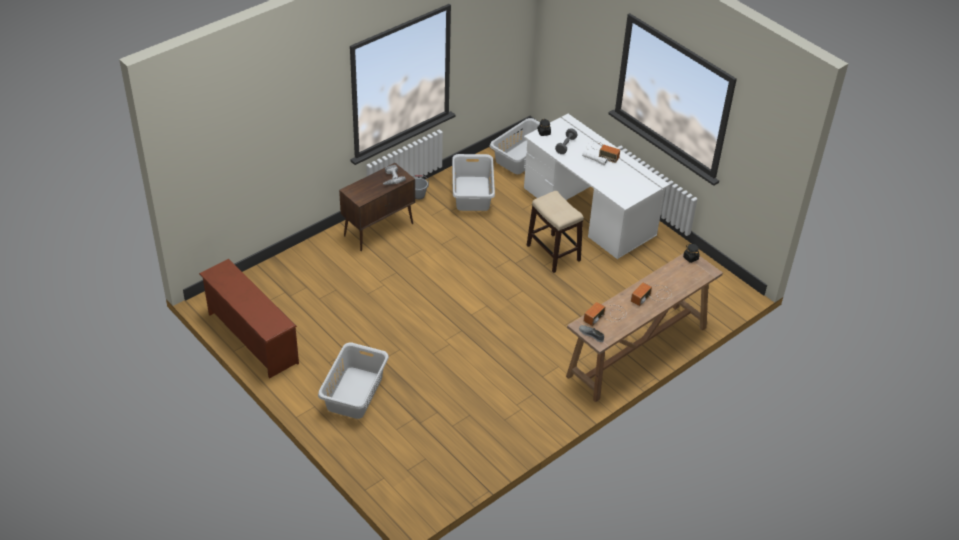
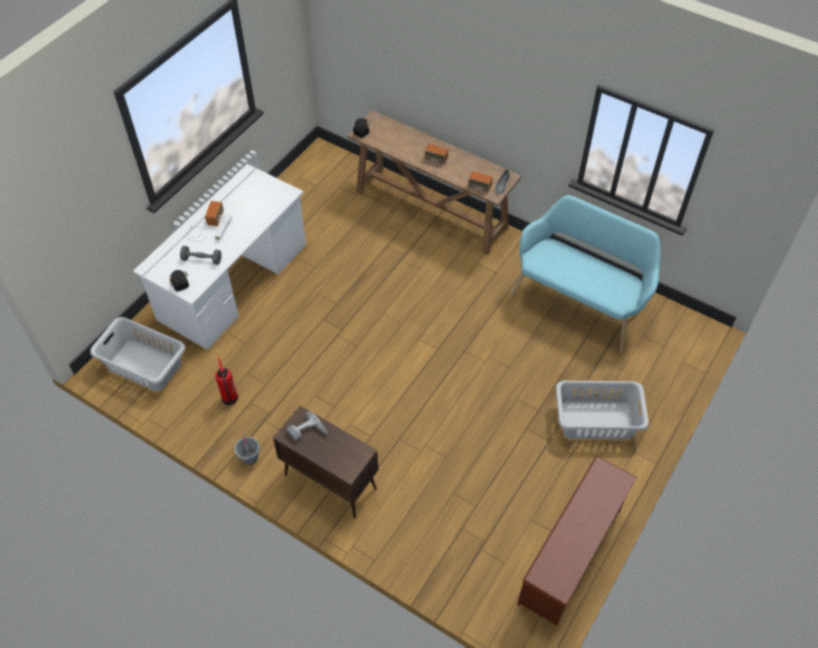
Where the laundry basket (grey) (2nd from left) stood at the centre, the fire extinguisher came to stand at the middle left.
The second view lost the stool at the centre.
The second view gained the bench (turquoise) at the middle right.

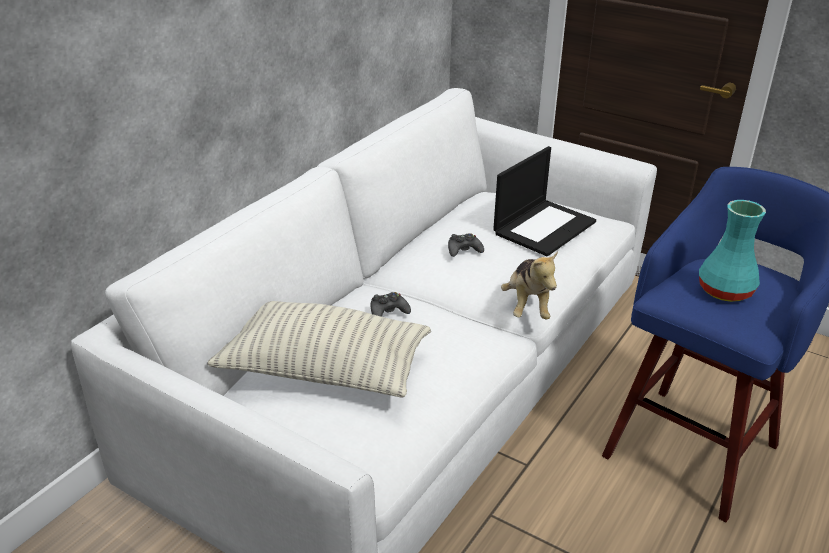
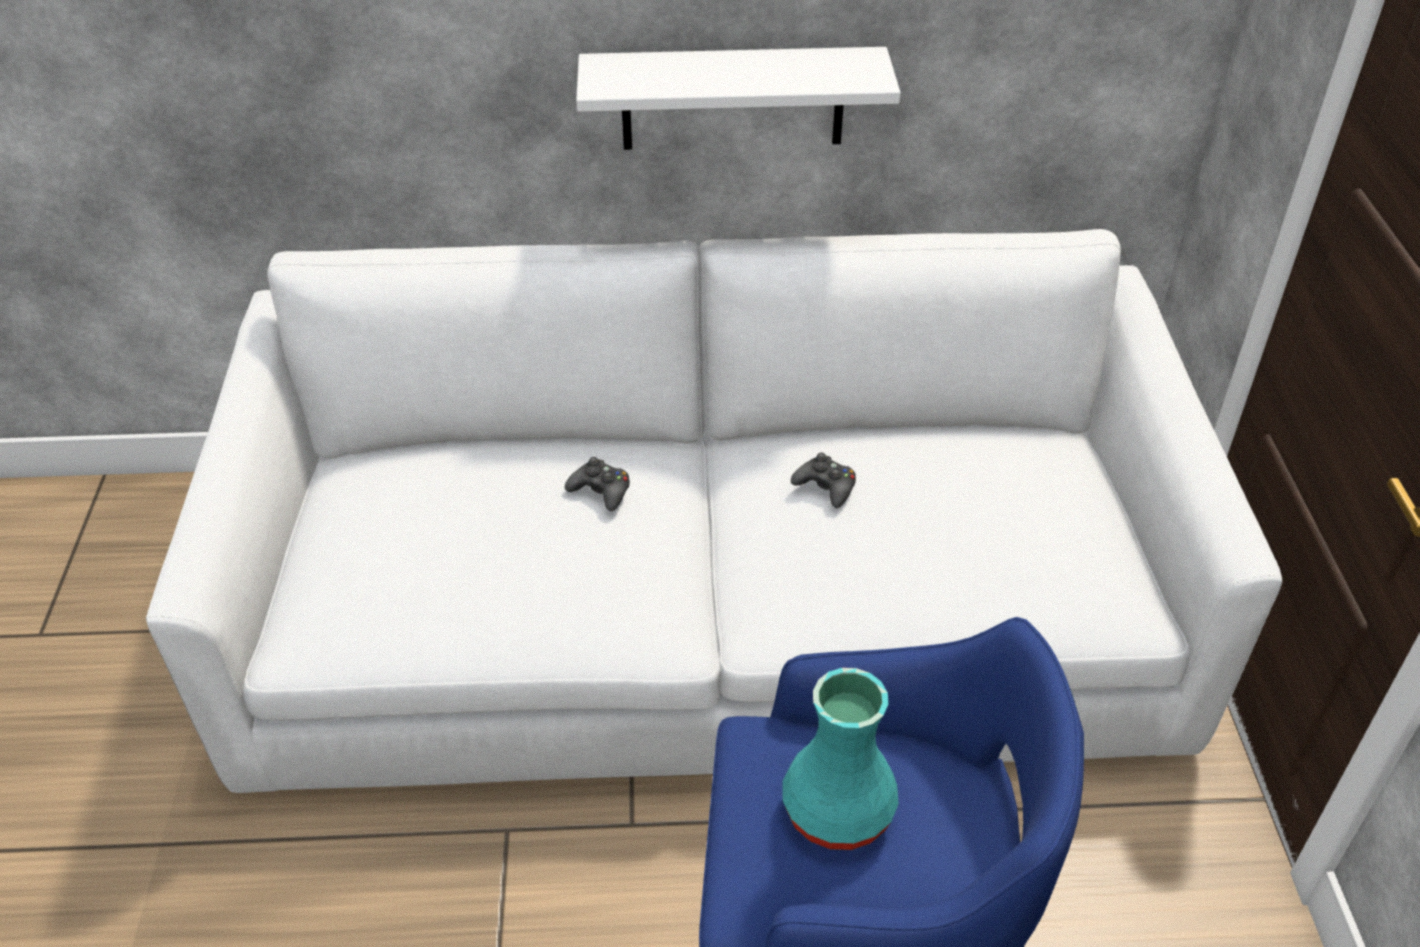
The second view lost the pillow at the centre.
The second view lost the laptop at the centre.
The second view lost the plush toy at the centre.
The second view gained the shelf (white) at the top centre.

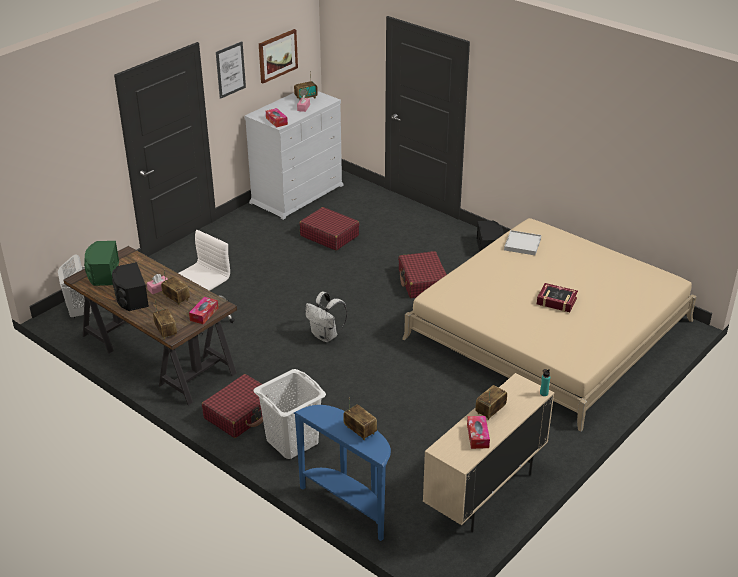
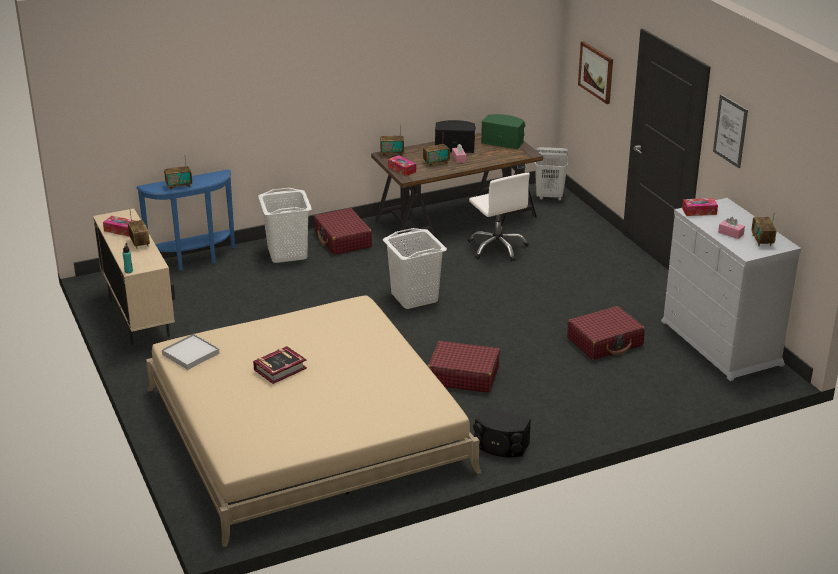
The picture (2nd from left in the first image) ended up elsewhere, having gone from the top centre to the top right.
Where the backpack (white) stood at the centre, the laundry basket (white) (2nd from left) came to stand at the centre.
The tray (white) ended up elsewhere, having gone from the middle right to the middle left.

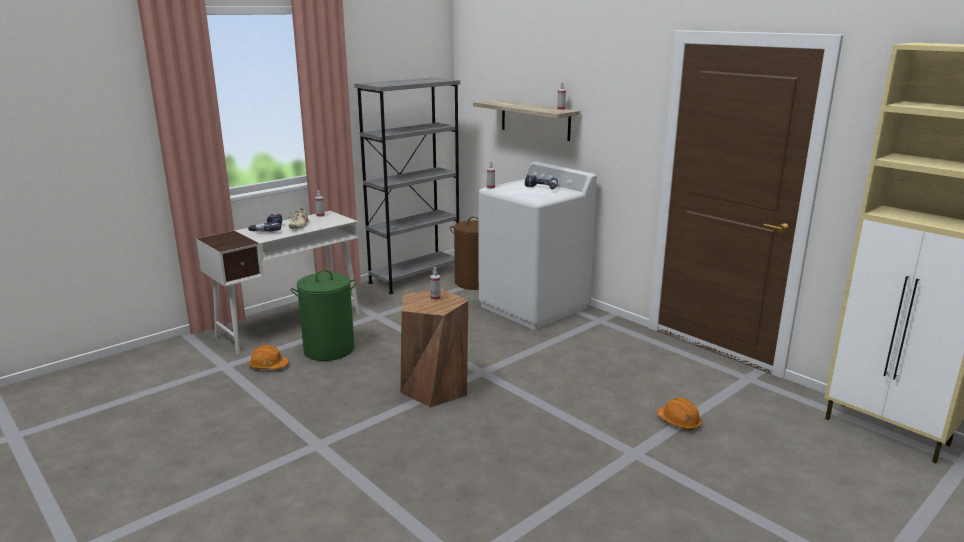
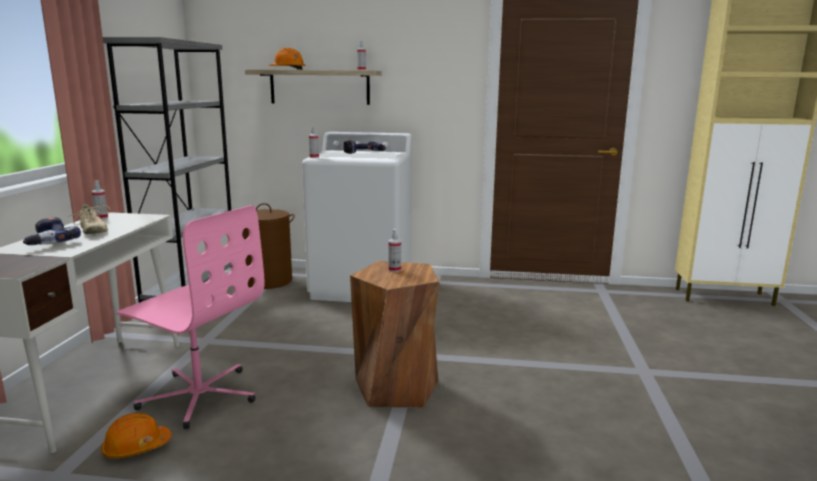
Where the laundry basket (green) stood at the centre, the office chair (pink) came to stand at the middle left.
The hard hat (orange) (2nd from left) ended up elsewhere, having gone from the bottom right to the top centre.

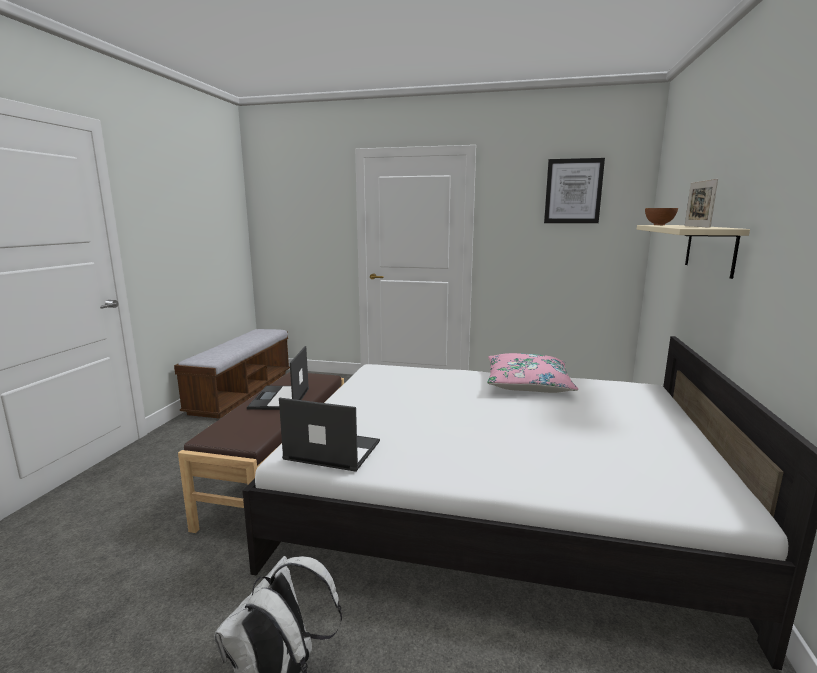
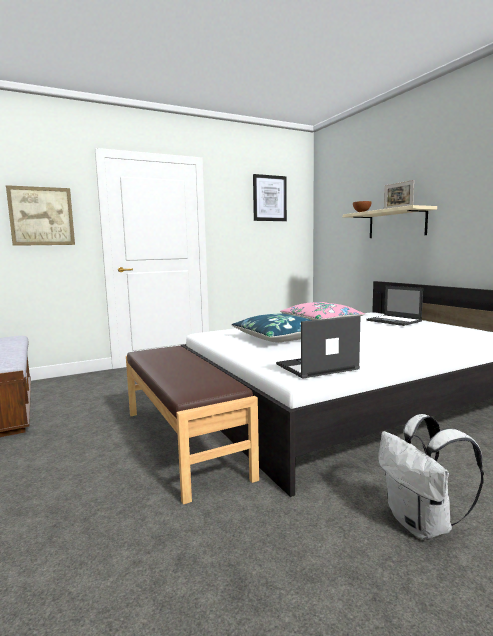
The laptop (1st from left in the first image) ended up elsewhere, having gone from the centre to the middle right.
The second view gained the picture (1st from left) at the middle left.
The second view gained the pillow (blue) at the centre.

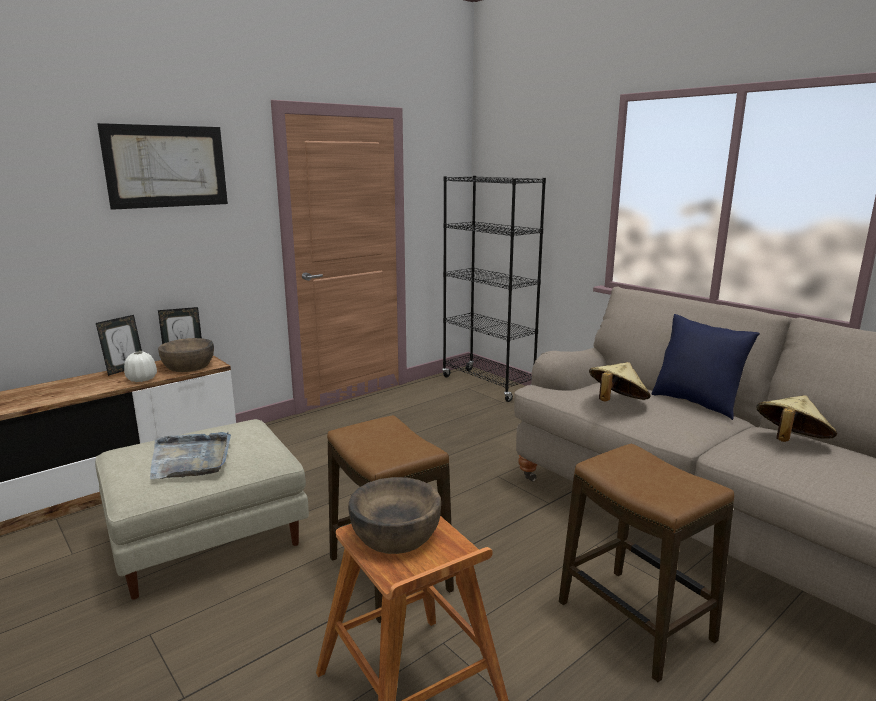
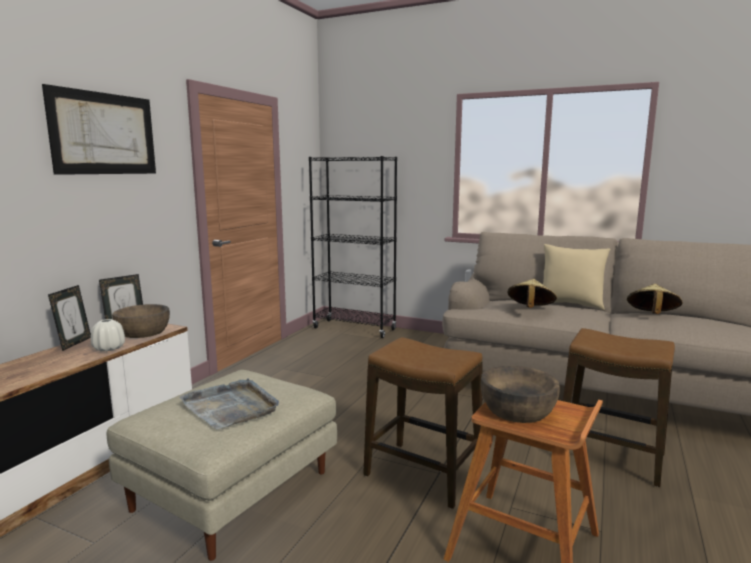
What was the pillow (blue) at the middle right turned into the pillow (beige) at the middle right.

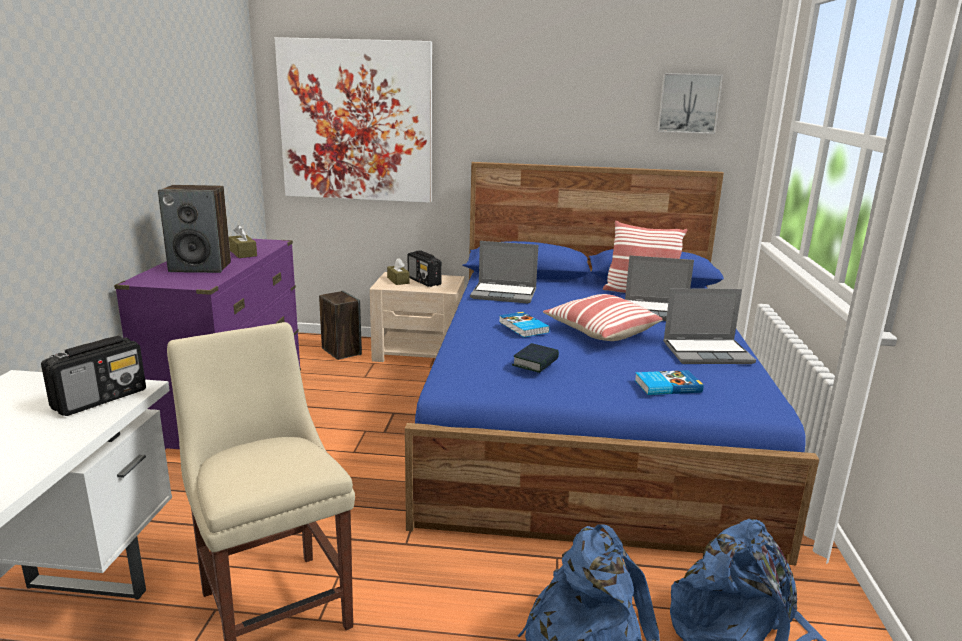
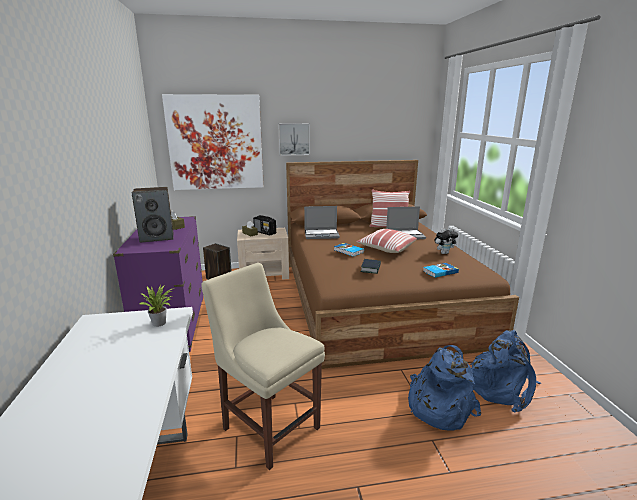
Where the radio (1st from left) stood at the middle left, the potted plant came to stand at the middle left.
What was the bed (blue) at the centre turned into the bed (brown) at the centre.
The picture (2nd from left) ended up elsewhere, having gone from the top right to the top centre.
Where the laptop (3rd from left) stood at the middle right, the plush toy came to stand at the middle right.

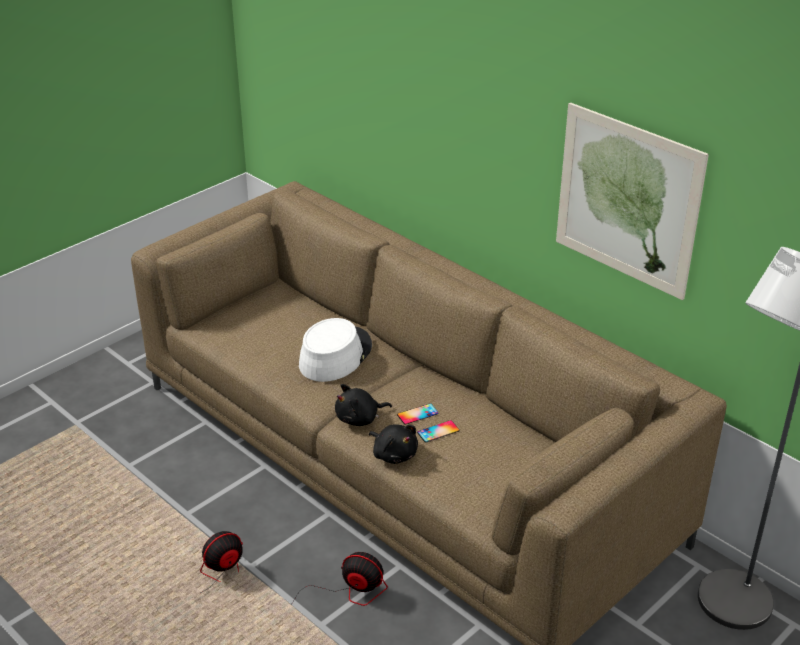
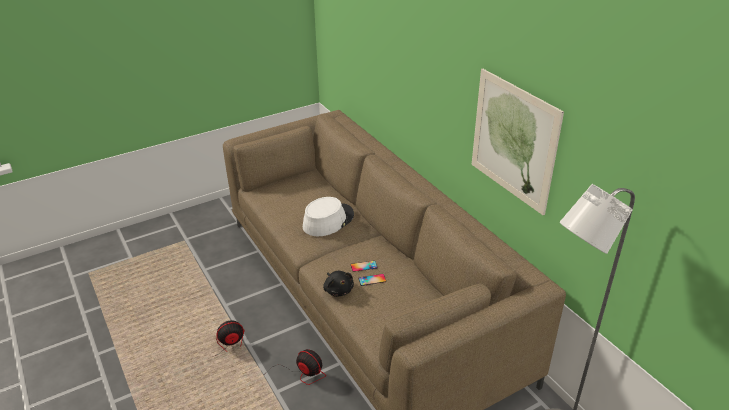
The second view lost the plush toy (black) (1st from left) at the centre.

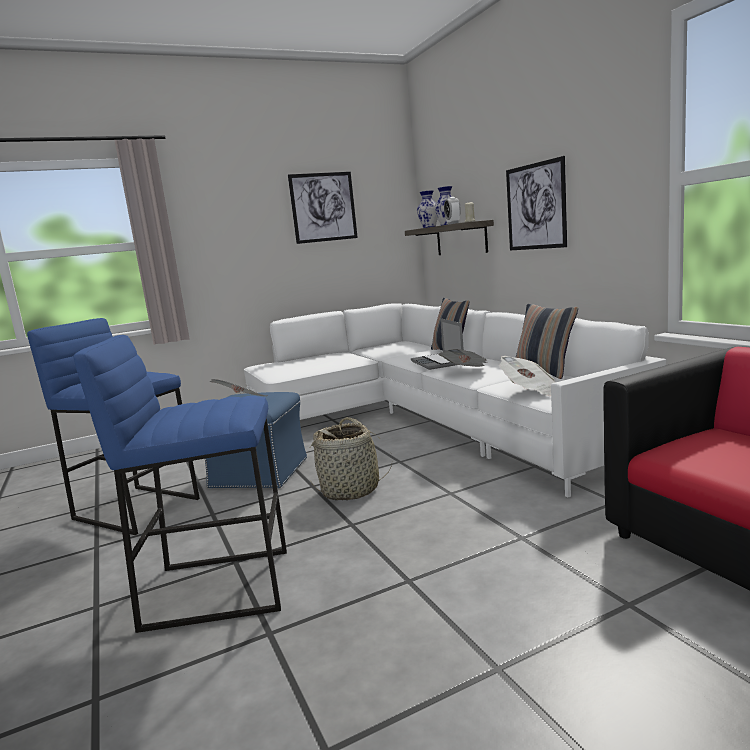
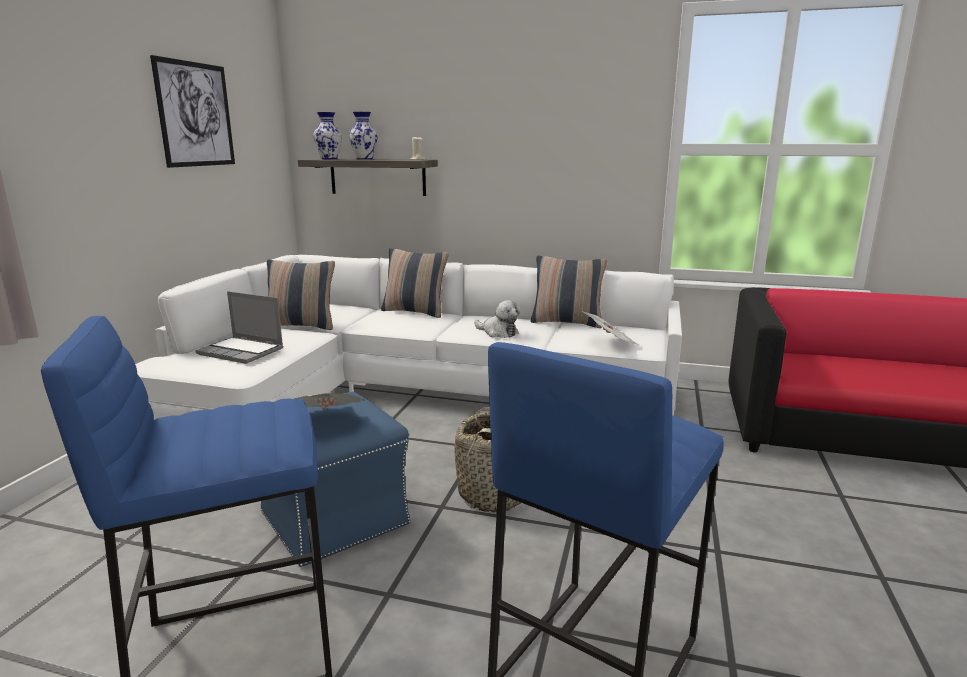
The laptop ended up elsewhere, having gone from the centre to the middle left.
Where the newspaper (2nd from left) stood at the centre, the plush toy came to stand at the centre.
The second view lost the alarm clock at the top centre.
The second view lost the picture (2nd from left) at the top right.
The second view gained the pillow (1st from left) at the middle left.

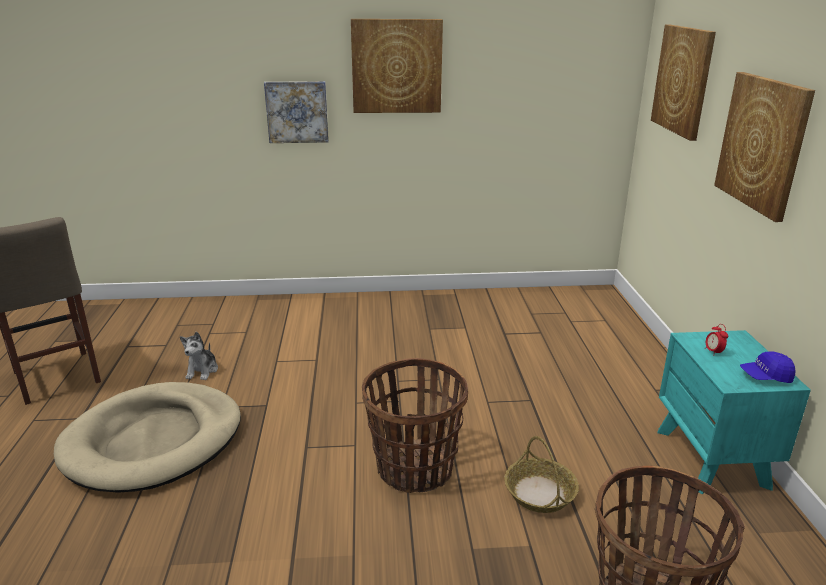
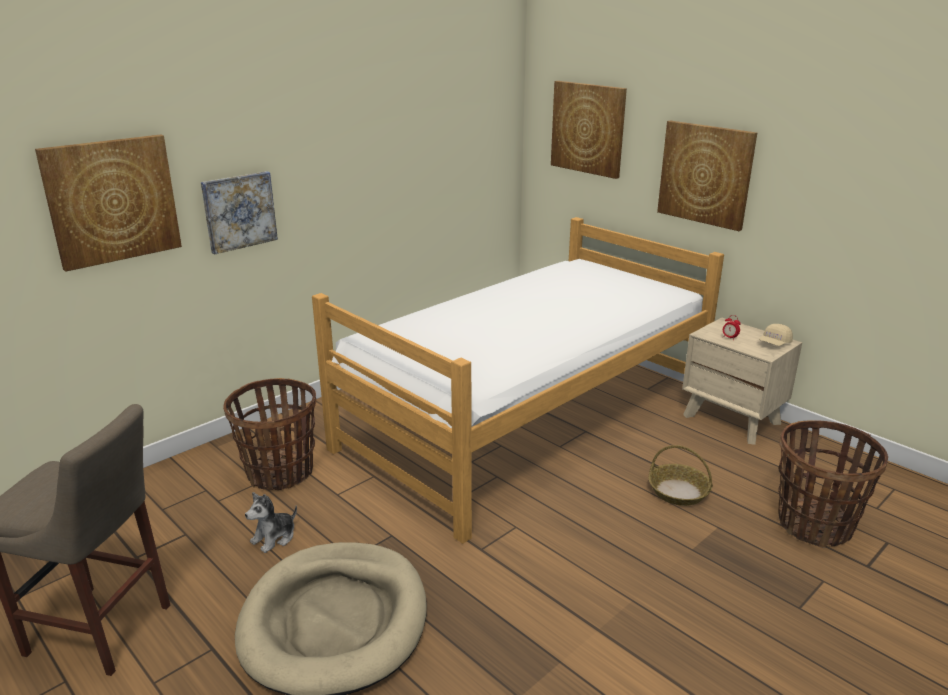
The plush toy at the middle left ended up facing another way, 75 degrees clockwise from before.
The picture (2nd from left in the first image) ended up elsewhere, having gone from the top centre to the top left.
The basket (1st from left) ended up elsewhere, having gone from the bottom centre to the middle left.
What was the nightstand (turquoise) at the bottom right turned into the nightstand (beige) at the middle right.
What was the cap (blue) at the middle right turned into the cap (beige) at the middle right.
The second view gained the bed at the centre.

